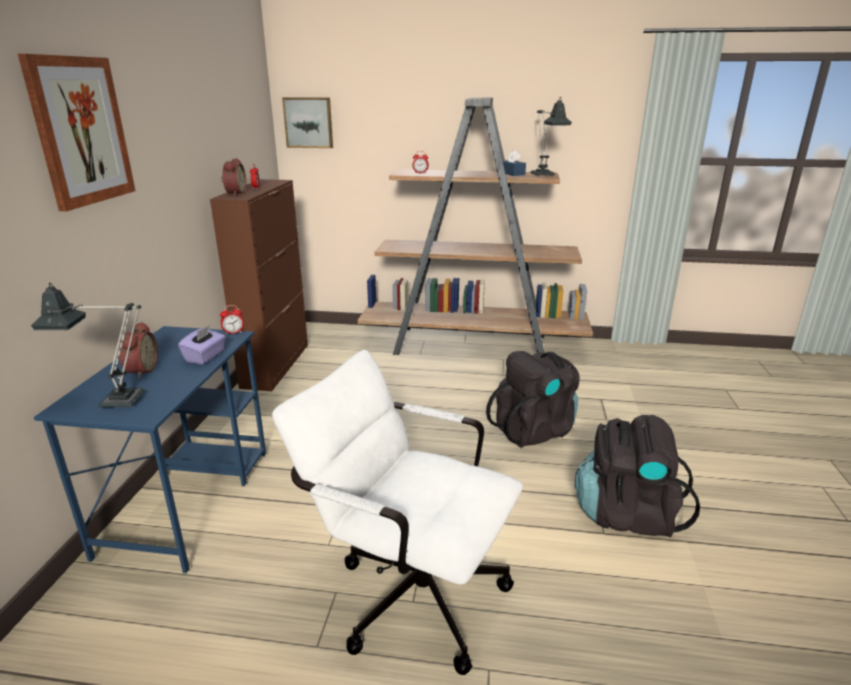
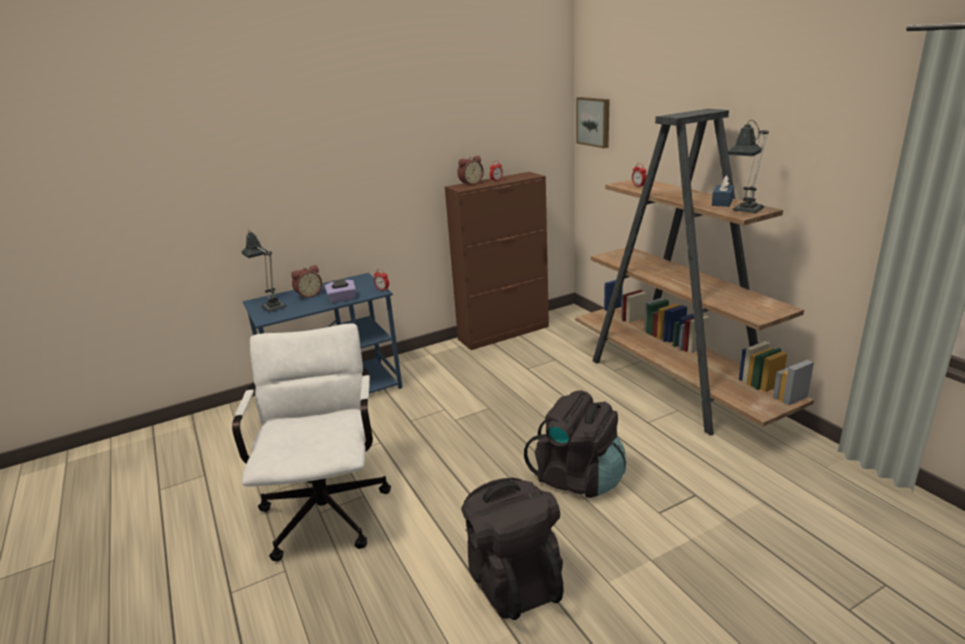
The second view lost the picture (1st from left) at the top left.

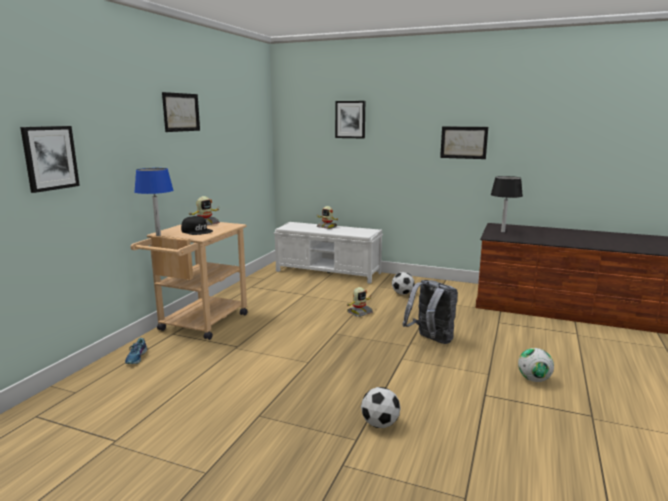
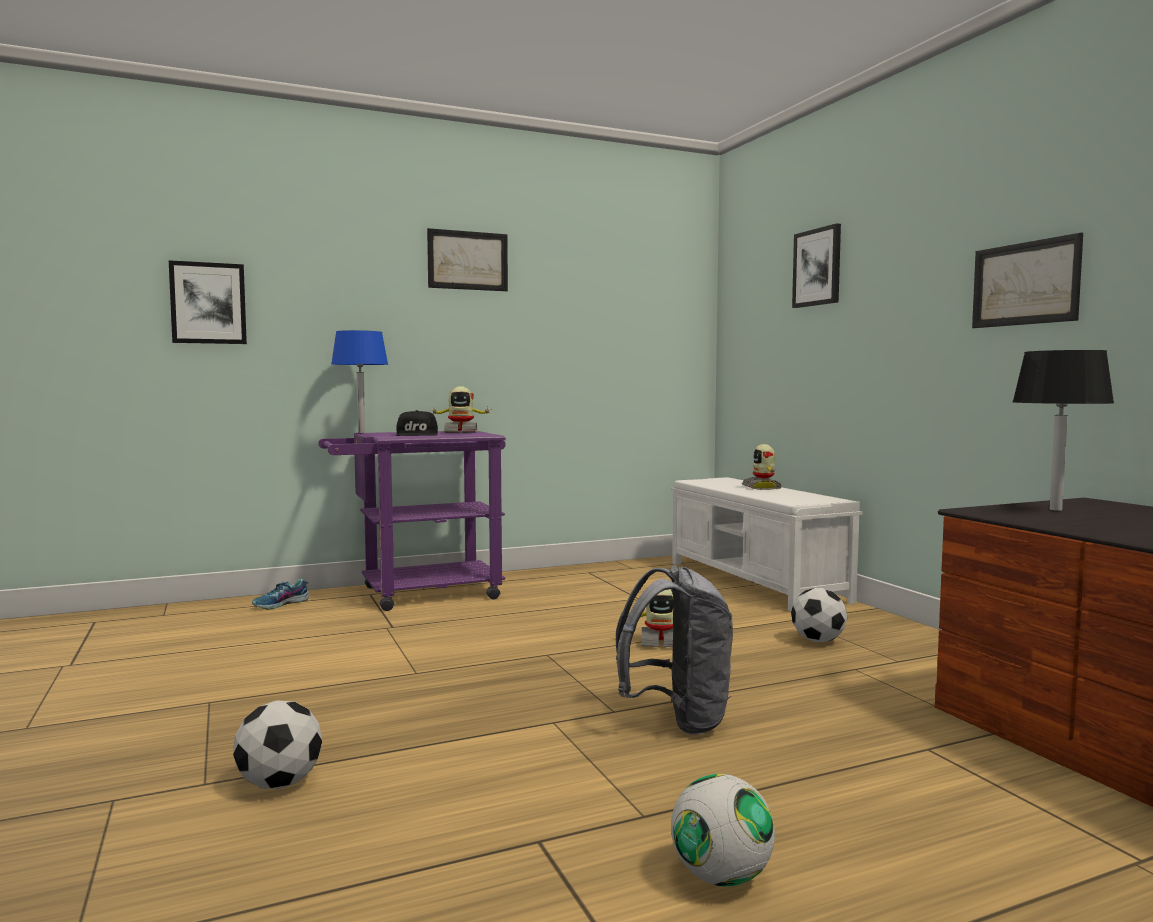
What was the cart (beige) at the middle left turned into the cart (purple) at the centre.

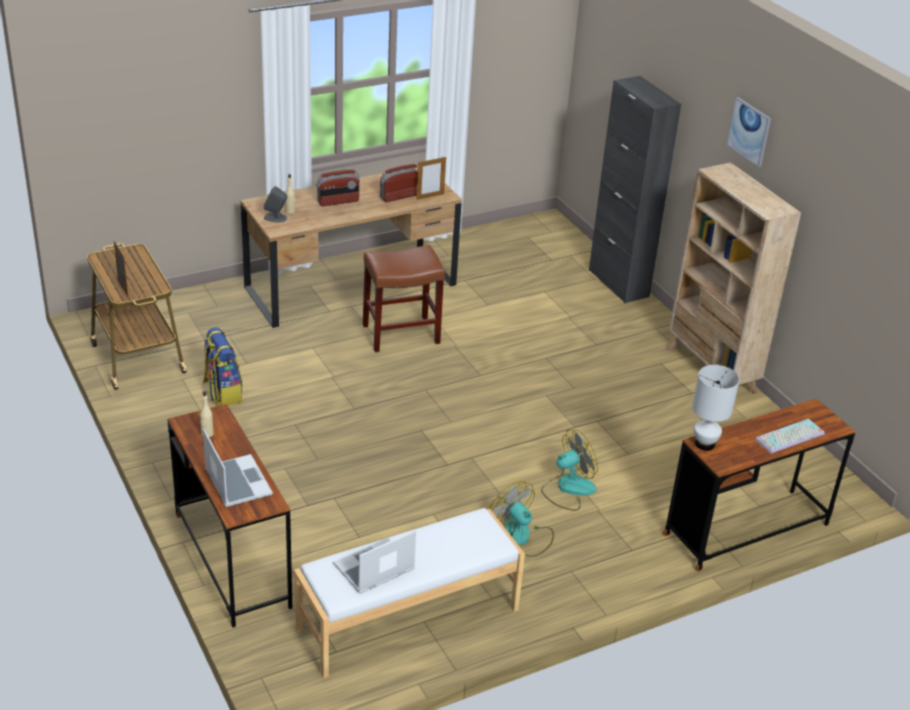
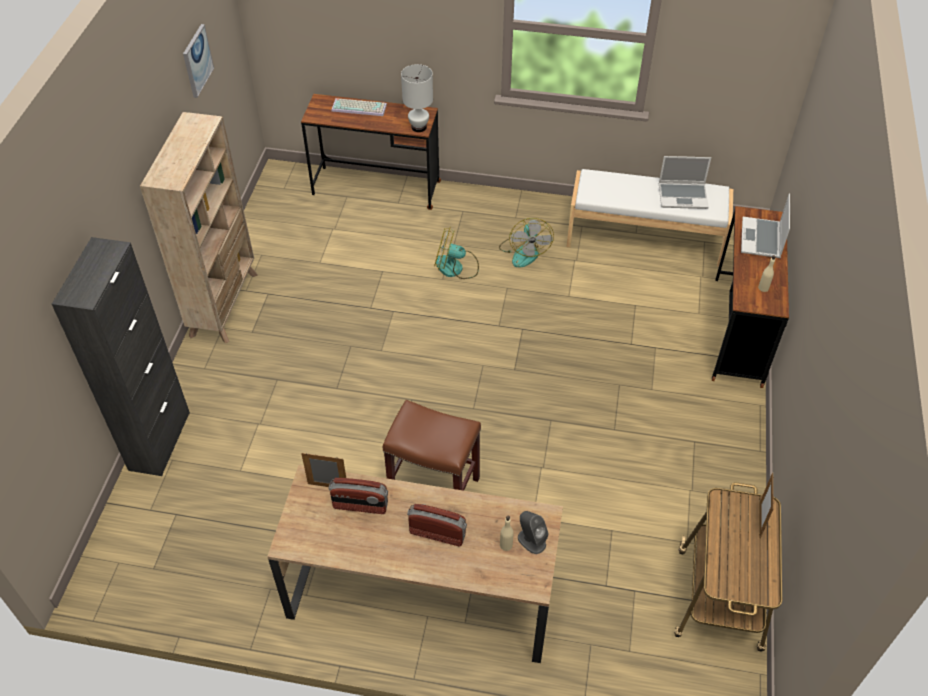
The second view lost the backpack at the middle left.
The picture ended up elsewhere, having gone from the top right to the top left.

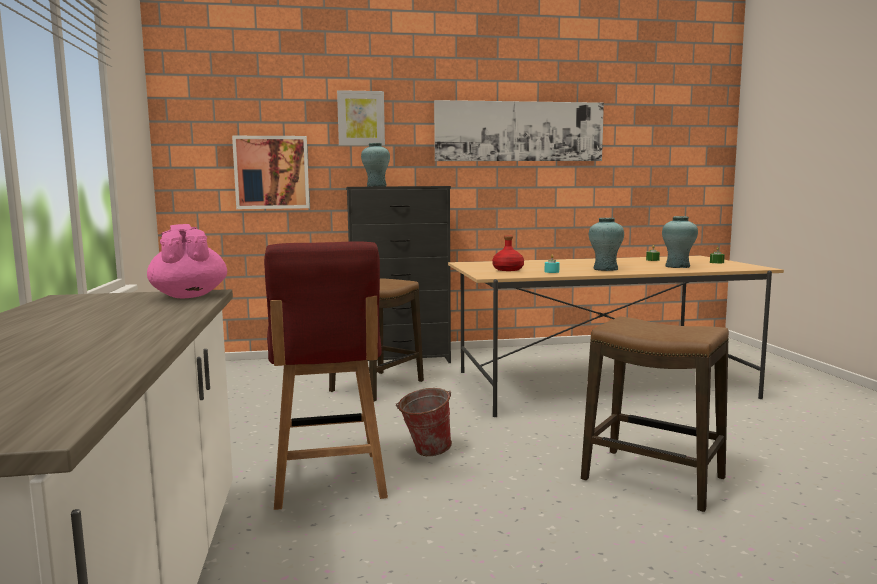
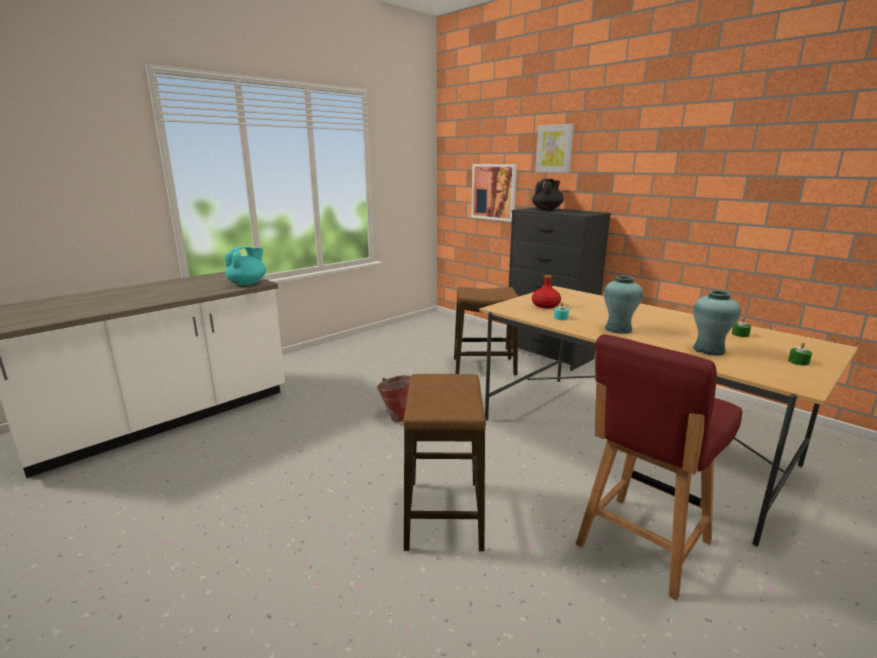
What was the teapot (pink) at the middle left turned into the teapot (turquoise) at the middle left.
The chair (red) ended up elsewhere, having gone from the centre to the bottom right.
Where the vase (turquoise) (1st from left) stood at the top centre, the teapot (black) came to stand at the top centre.
The second view lost the picture (3rd from left) at the top centre.

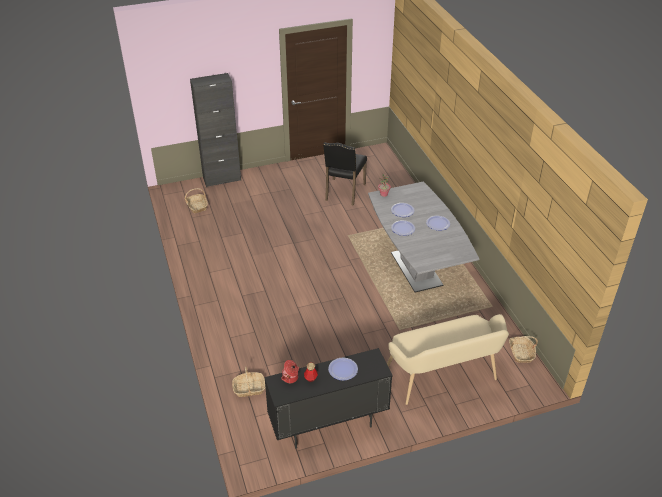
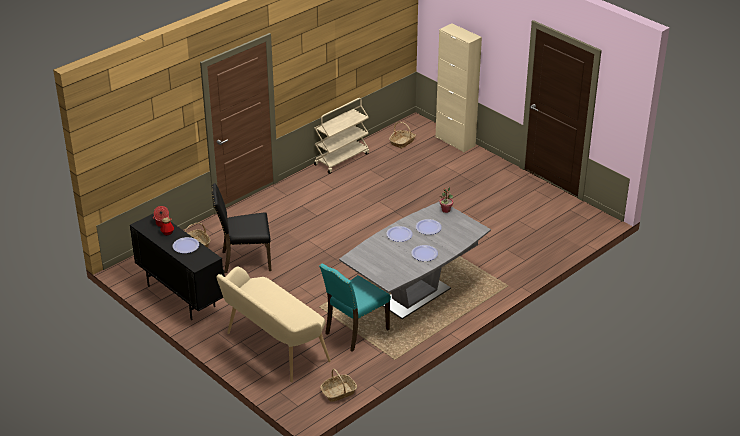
What was the cabinet (black) (1st from left) at the top left turned into the cabinet (beige) at the top centre.
The chair (black) ended up elsewhere, having gone from the centre to the middle left.
The second view gained the cart (beige) at the top centre.
The second view gained the chair (turquoise) at the bottom centre.

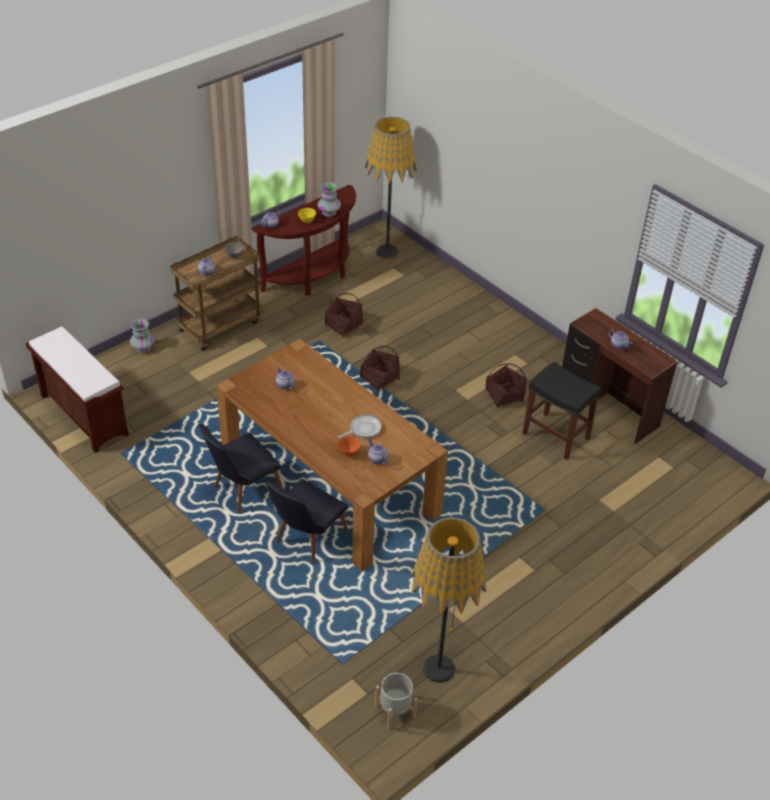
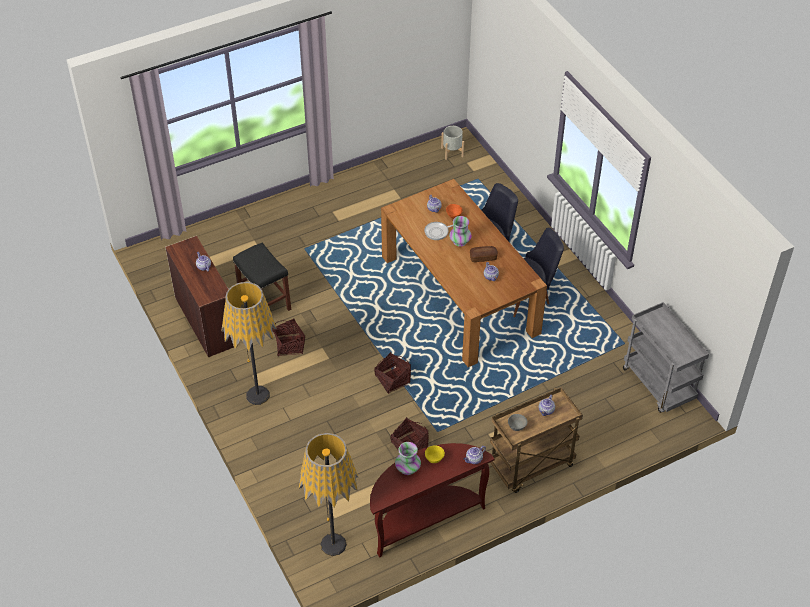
Where the bench (brown) stood at the middle left, the cart (grey) came to stand at the middle right.
The vase (1st from left in the first image) ended up elsewhere, having gone from the middle left to the centre.
The floor lamp (2nd from left in the first image) ended up elsewhere, having gone from the bottom centre to the middle left.
The second view gained the bread at the centre.

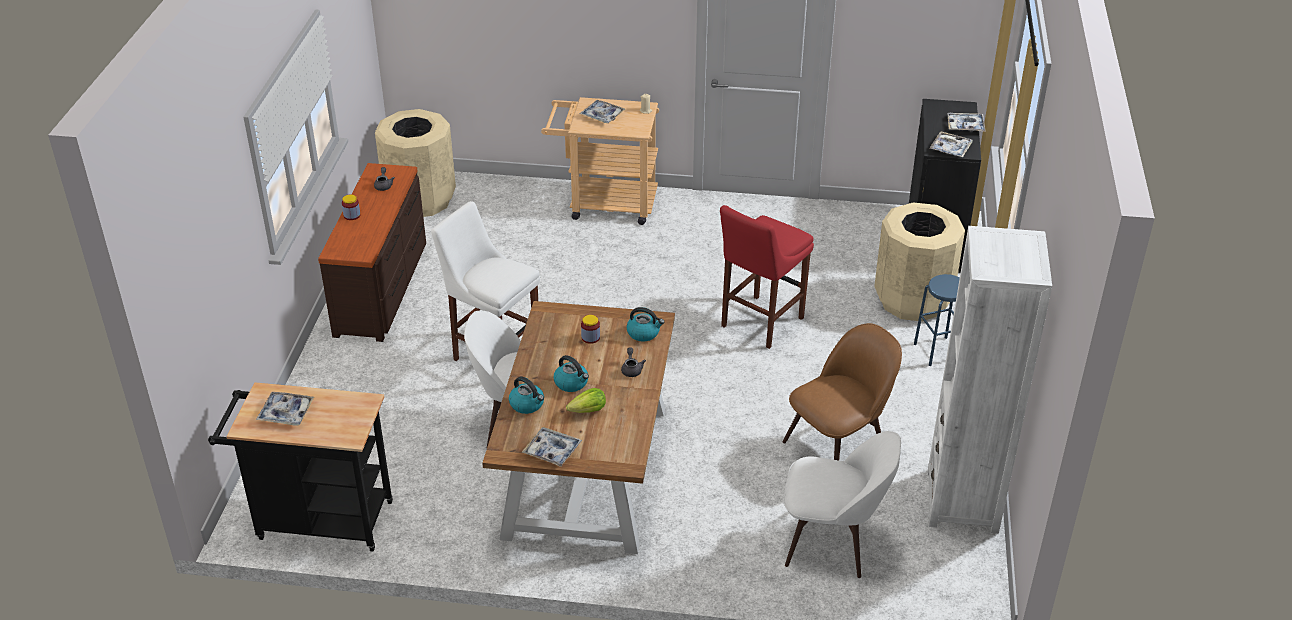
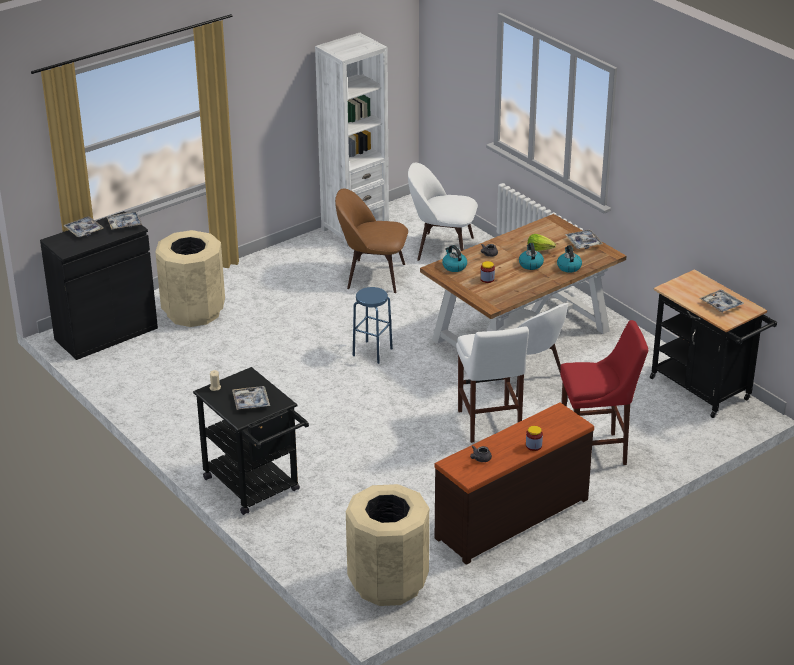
What was the cart (beige) at the top centre turned into the cart (black) (1st from left) at the middle left.
The stool (red) ended up elsewhere, having gone from the centre to the middle right.
The chair (white) (2nd from left in the first image) at the bottom centre ended up facing another way, 45 degrees counterclockwise from before.
The stool (blue) ended up elsewhere, having gone from the middle right to the centre.

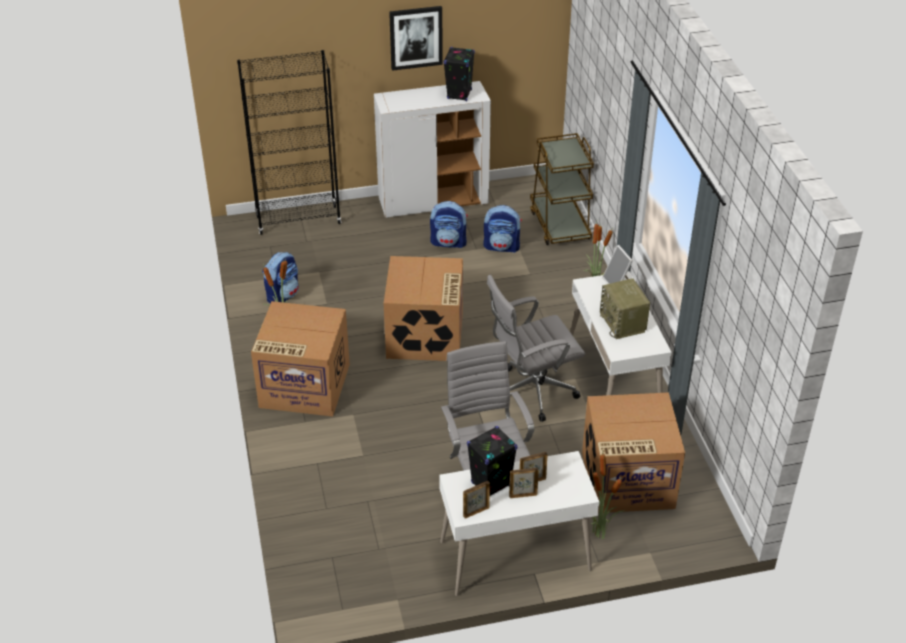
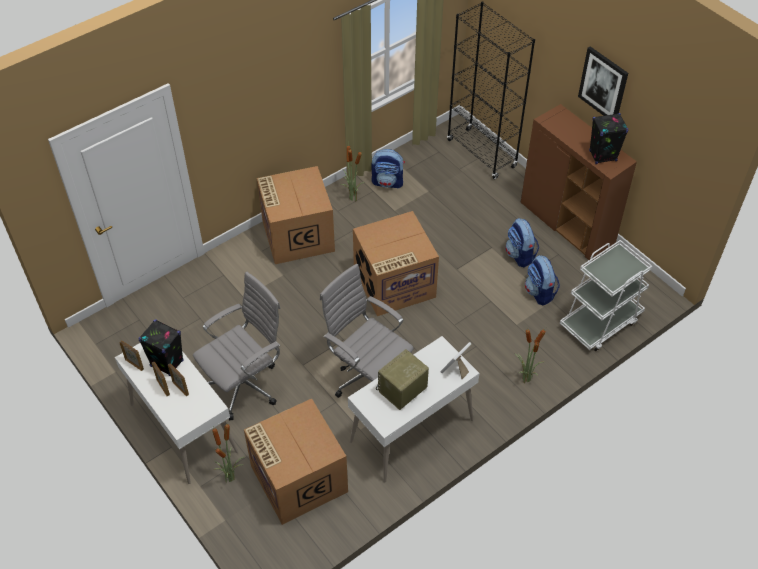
What was the cabinet (white) at the top centre turned into the cabinet (brown) at the top right.
What was the cart (brown) at the top centre turned into the cart (white) at the middle right.

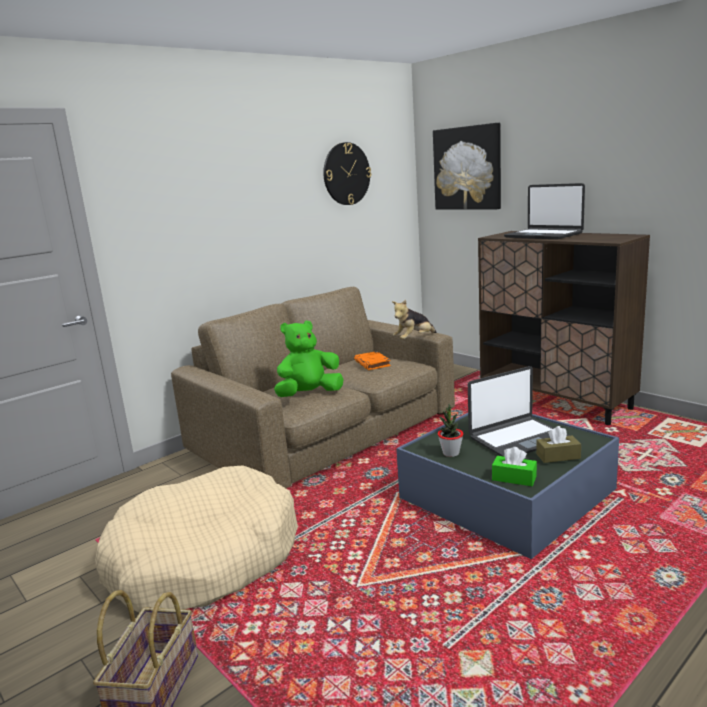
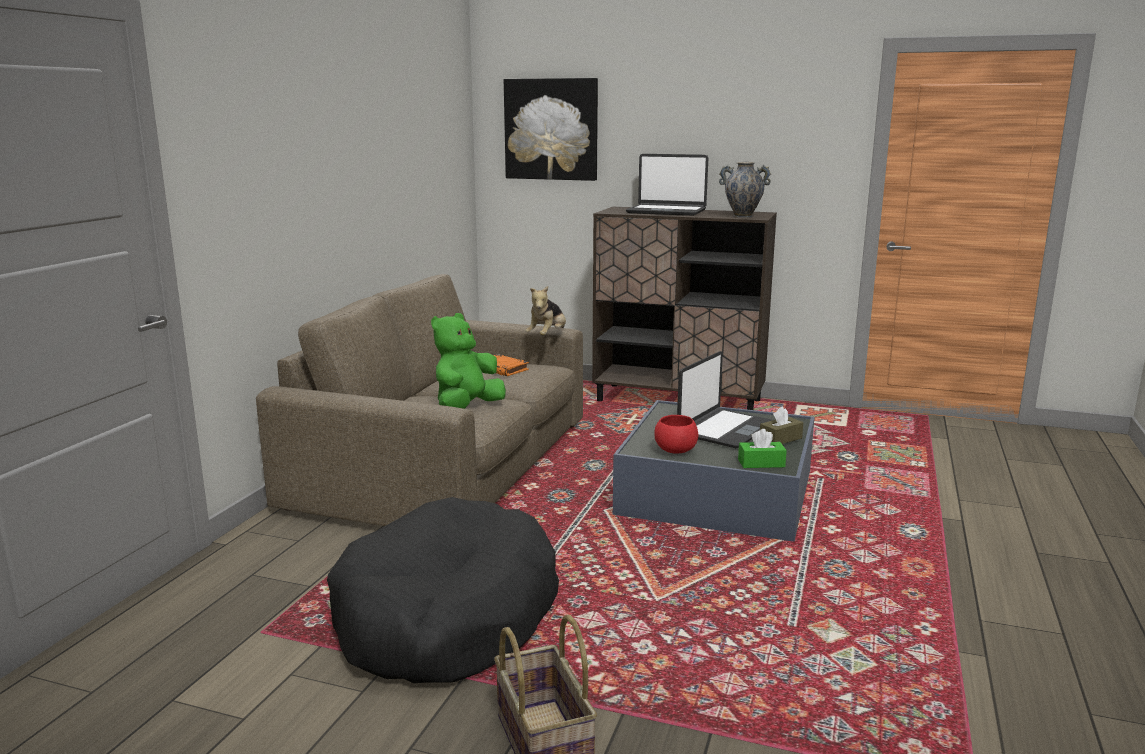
What was the dog bed (beige) at the bottom left turned into the dog bed (black) at the bottom centre.
The second view lost the wall clock at the top centre.
Where the potted plant stood at the centre, the bowl (red) came to stand at the centre.
The second view gained the vase at the top centre.

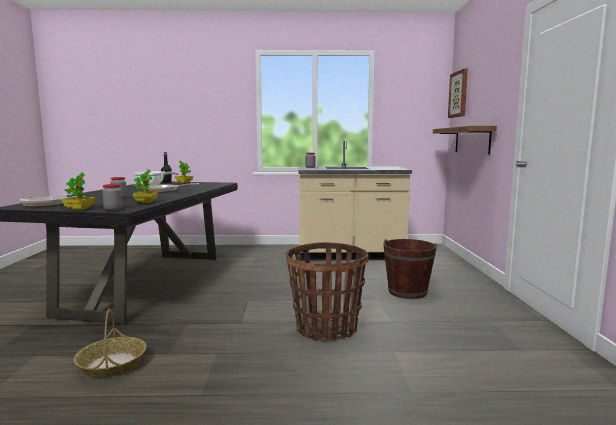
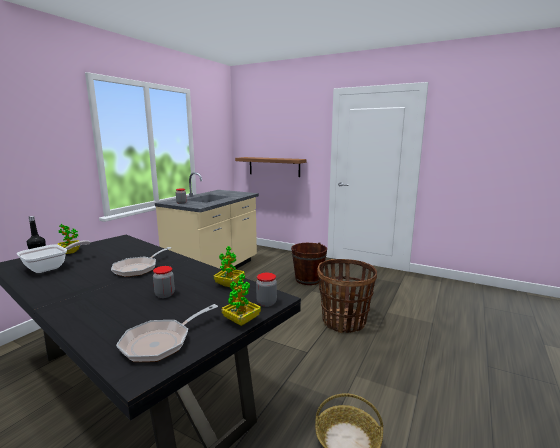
The second view lost the picture at the top right.

